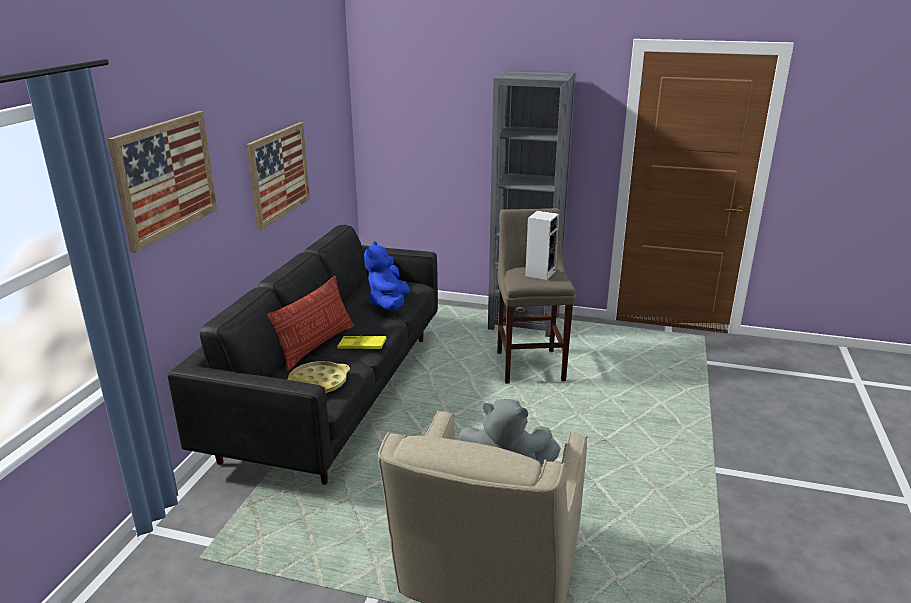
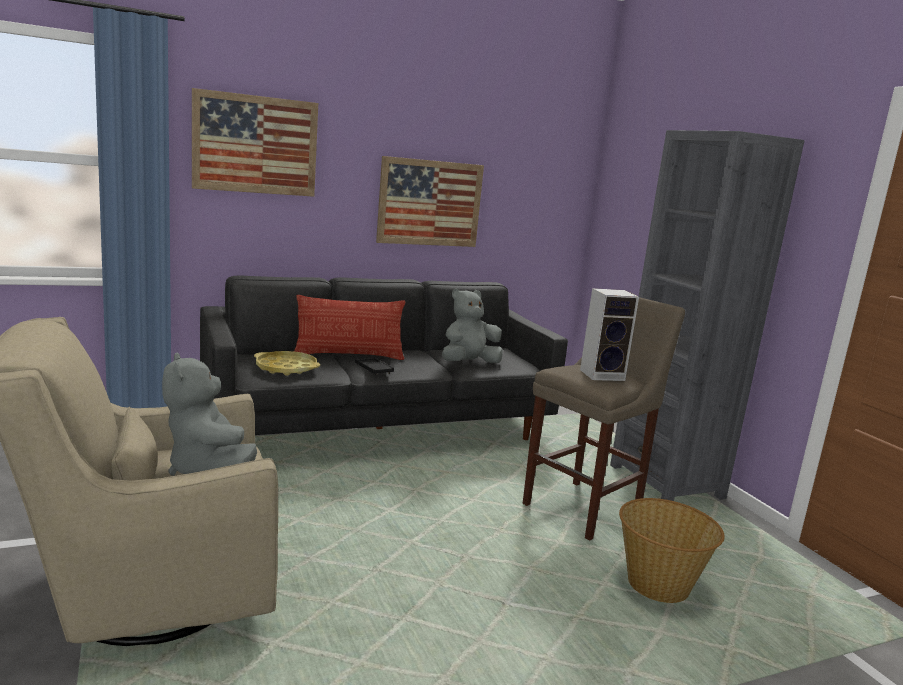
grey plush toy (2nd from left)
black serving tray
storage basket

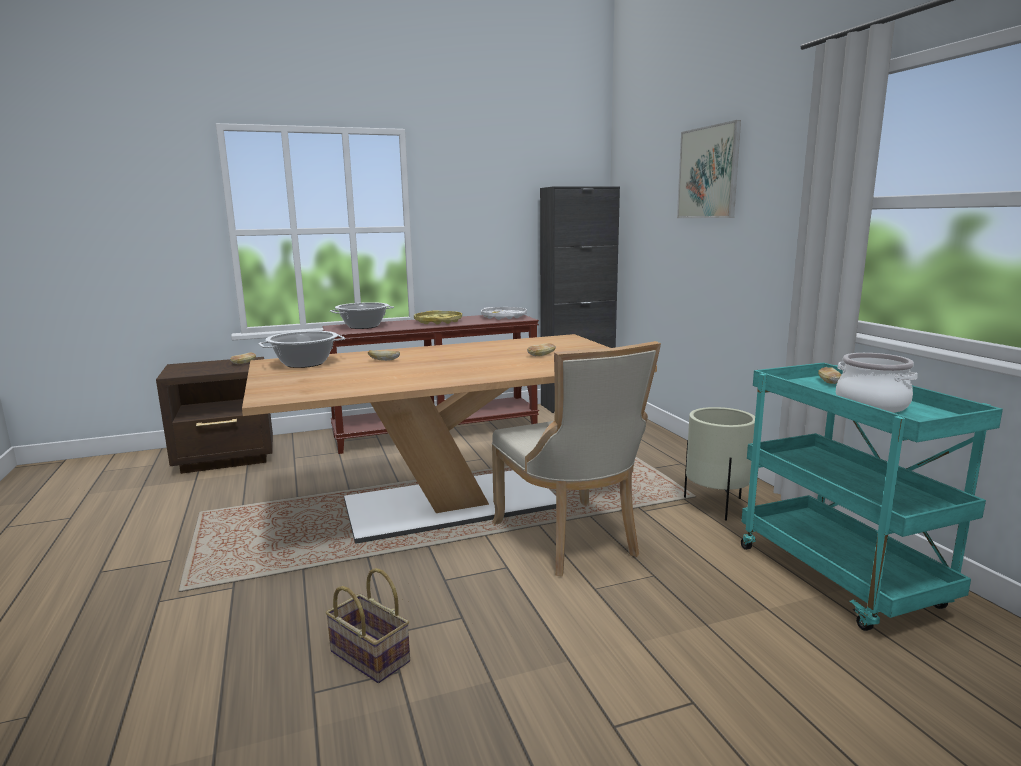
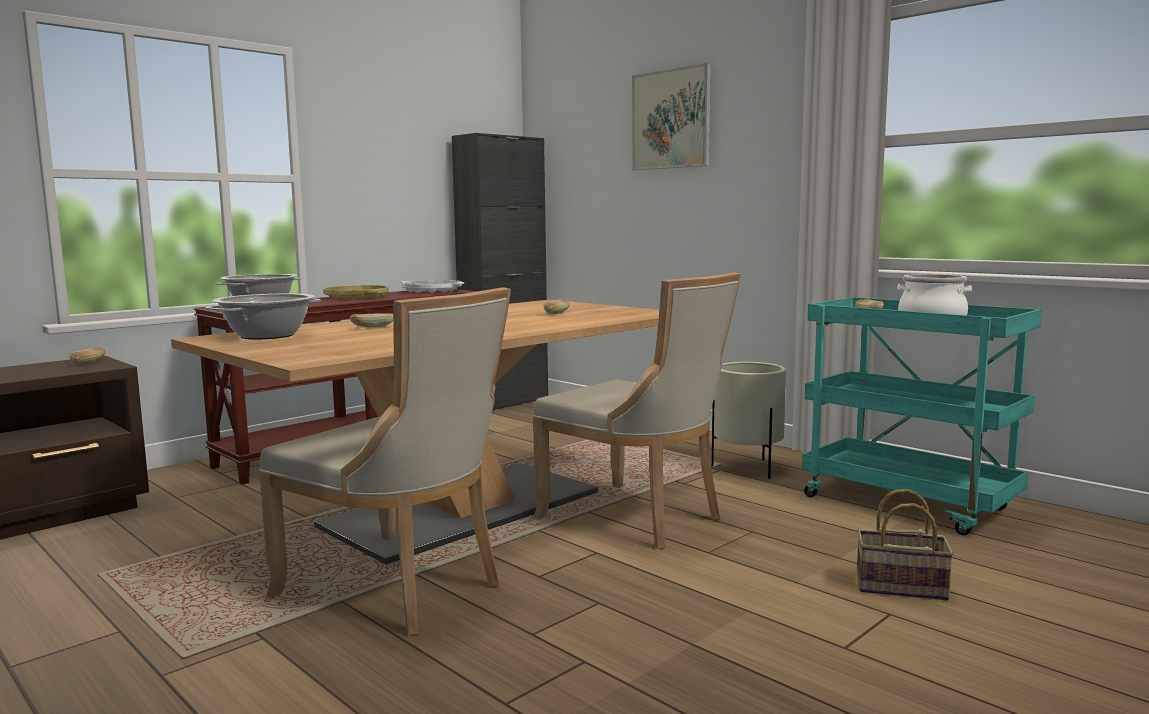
storage basket
sand-coloured plain chair (1st from left)

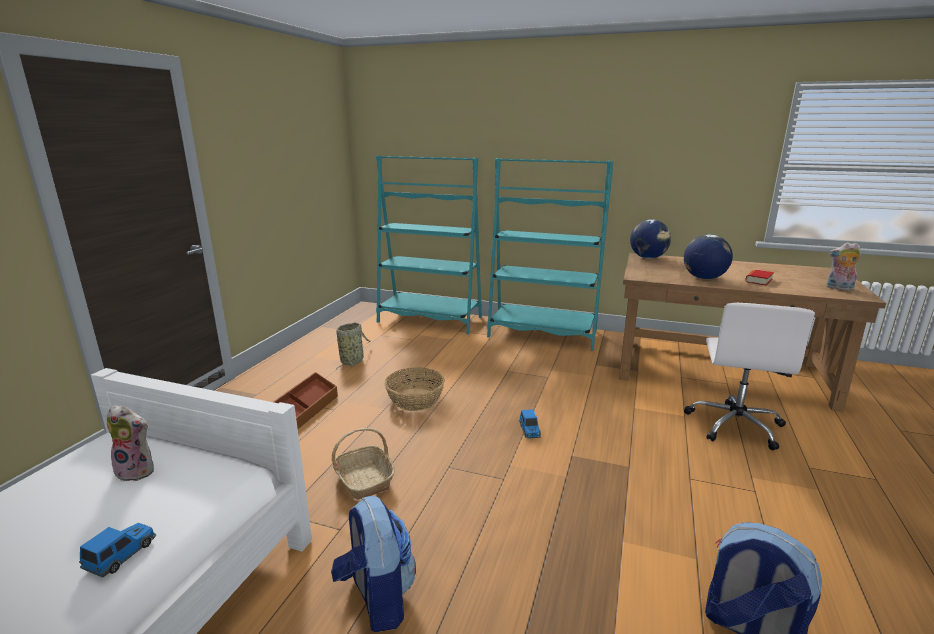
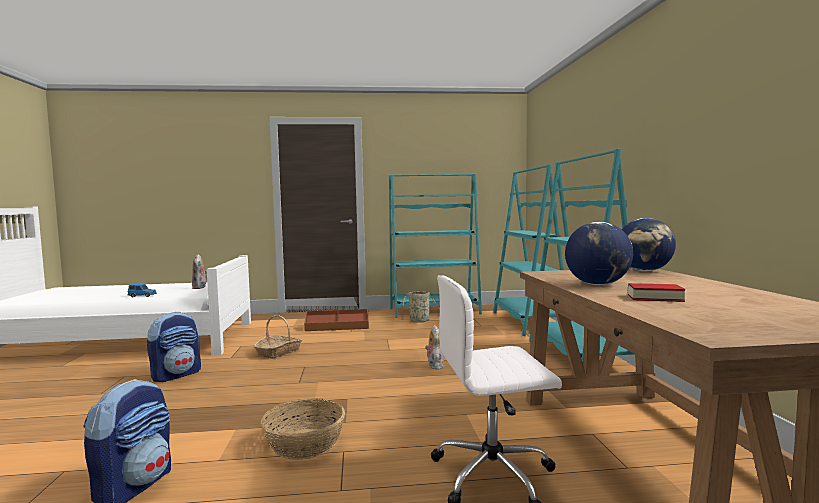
plush toy (2nd from left)
storage basket (2nd from left)
miniature car (2nd from left in the first image)
blue-green bookcase (1st from left)

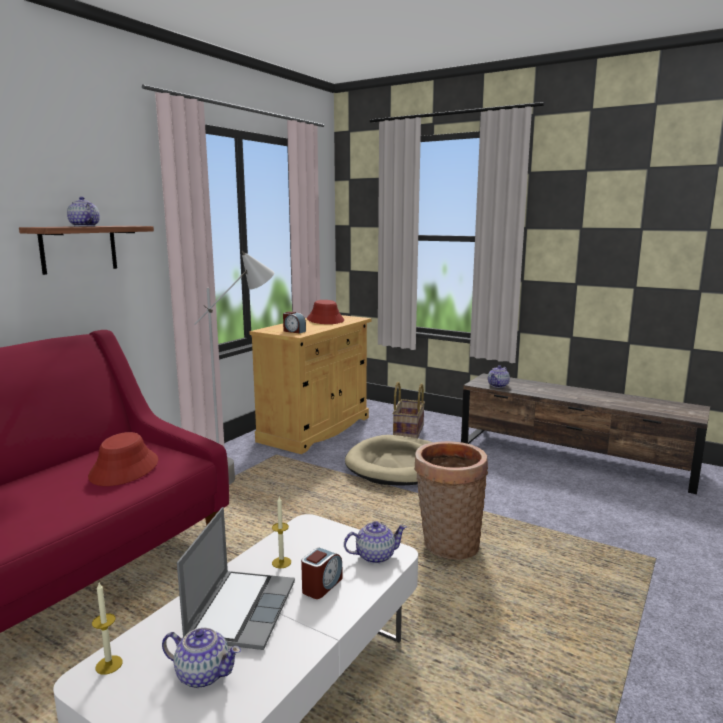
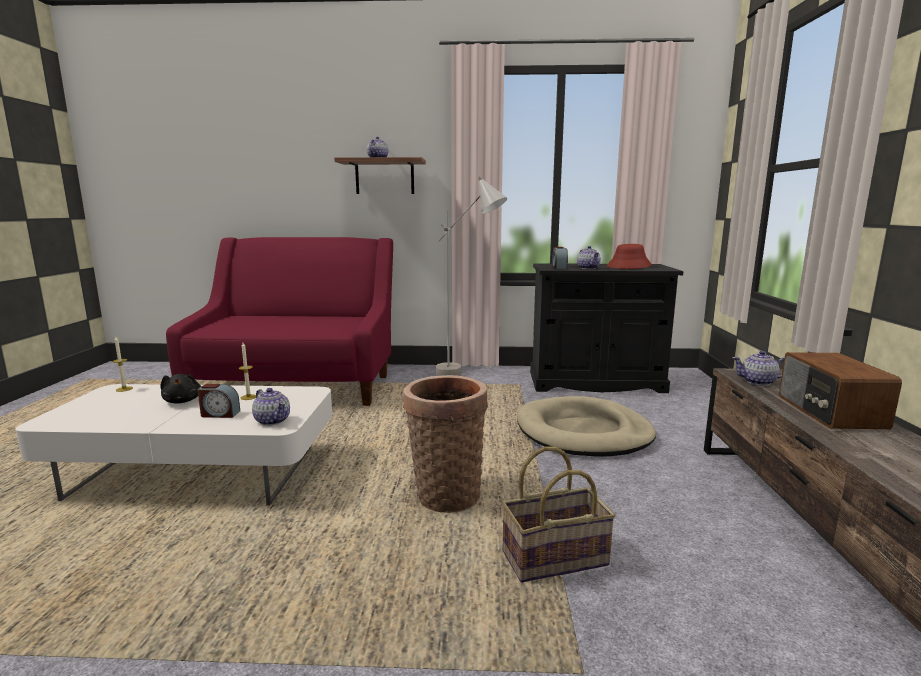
black cupboard
storage basket (2nd from left)
reddish wearable hat (1st from left in the first image)
black plush toy
teapot (3rd from left)
radio

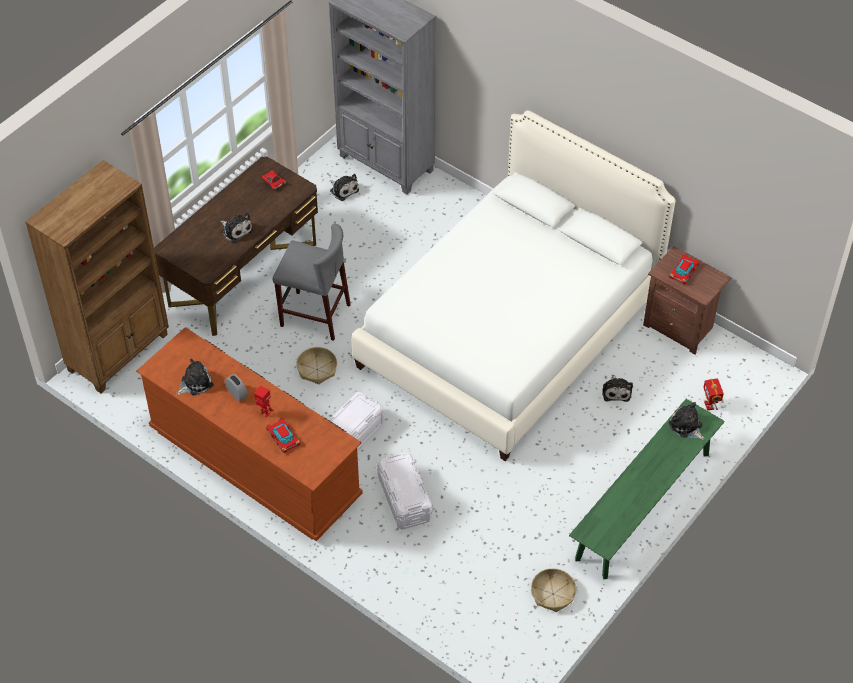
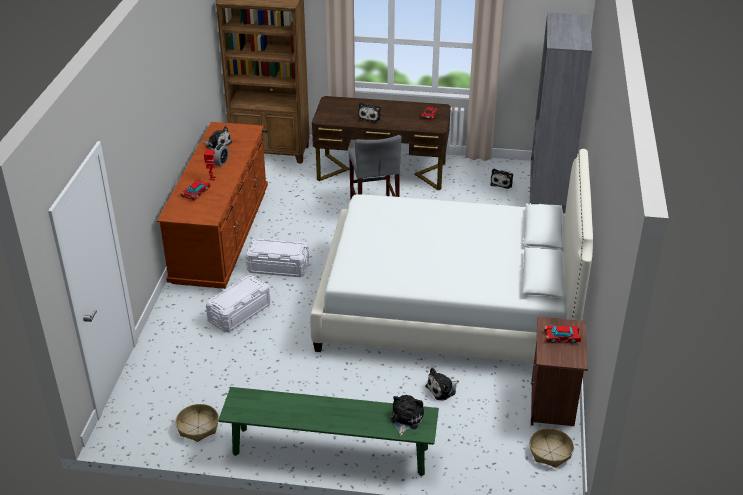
storage basket (2nd from left)
robot figure (2nd from left in the first image)

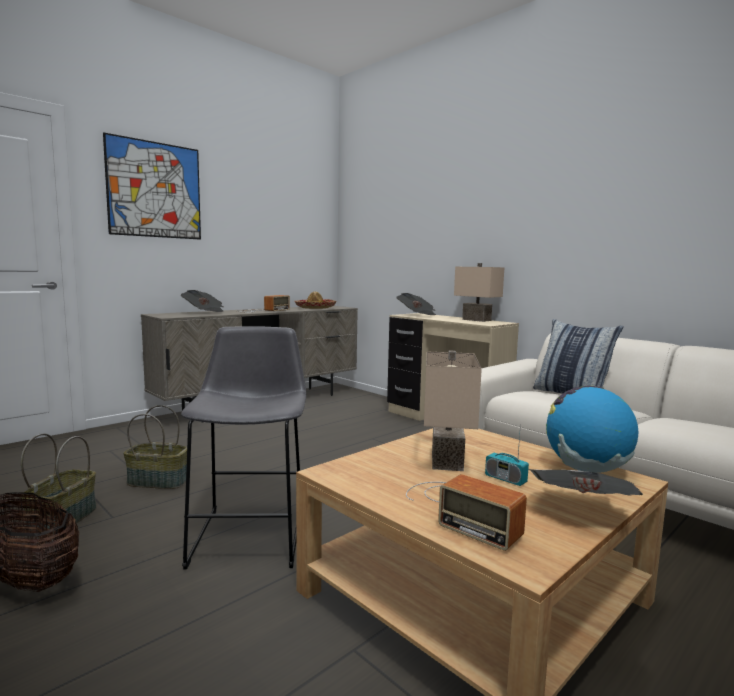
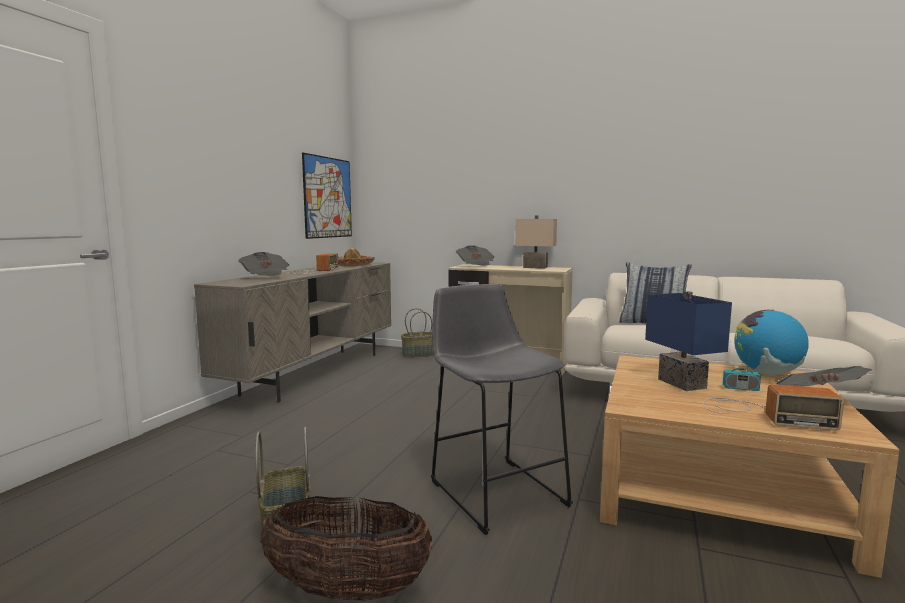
picture
blue-coloured lamp for a table
storage basket (3rd from left)

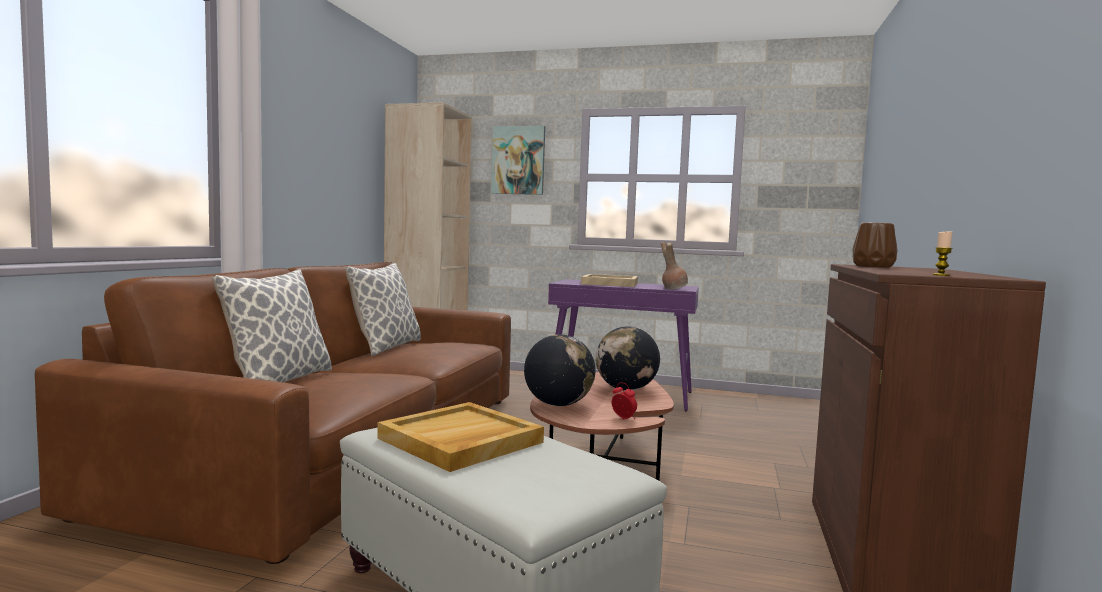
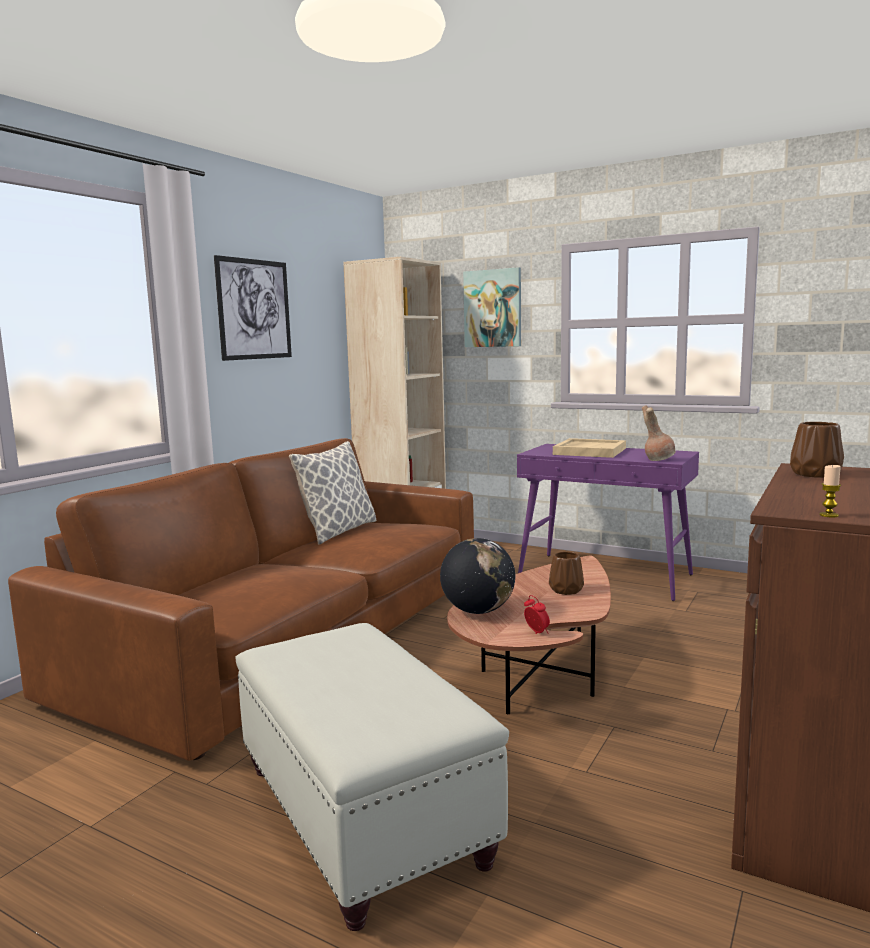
pillow (1st from left in the first image)
brownish vase (1st from left)
sand-coloured serving tray (1st from left in the first image)
picture (1st from left)

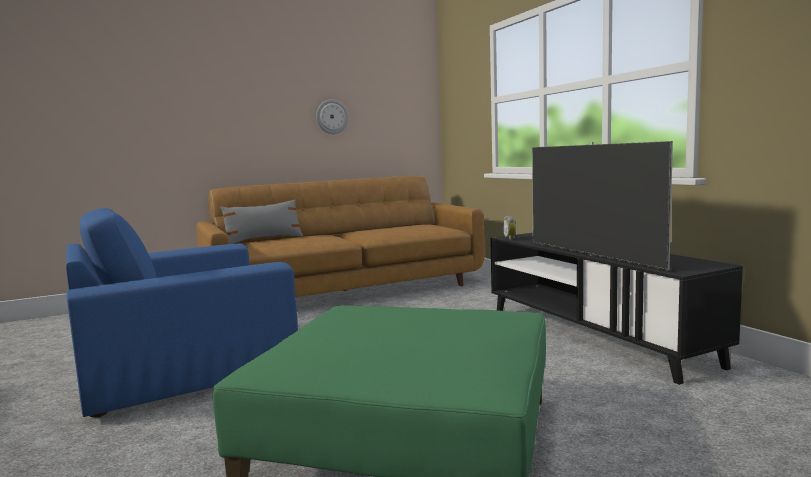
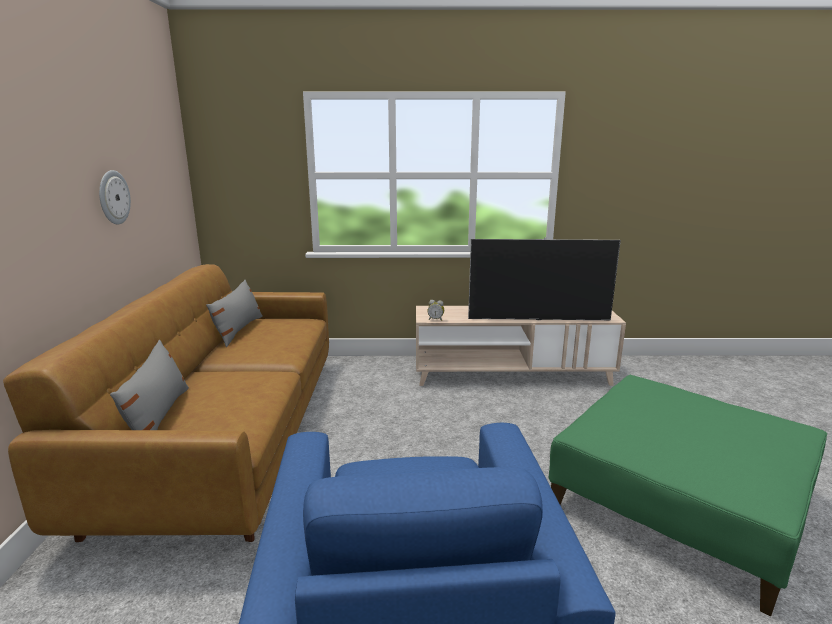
sand-coloured media console
grey pillow (2nd from left)

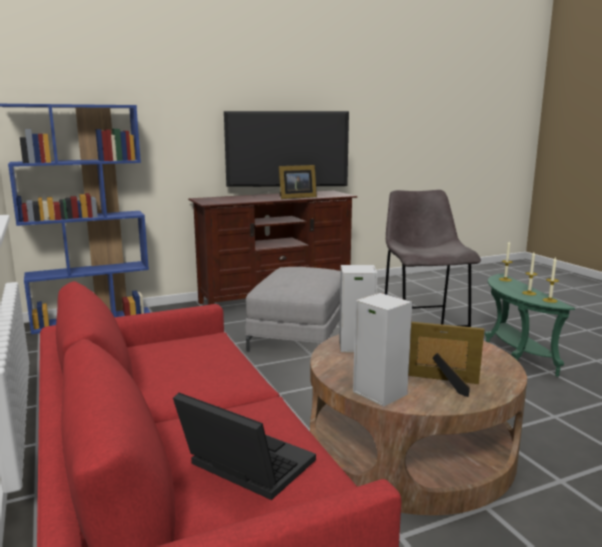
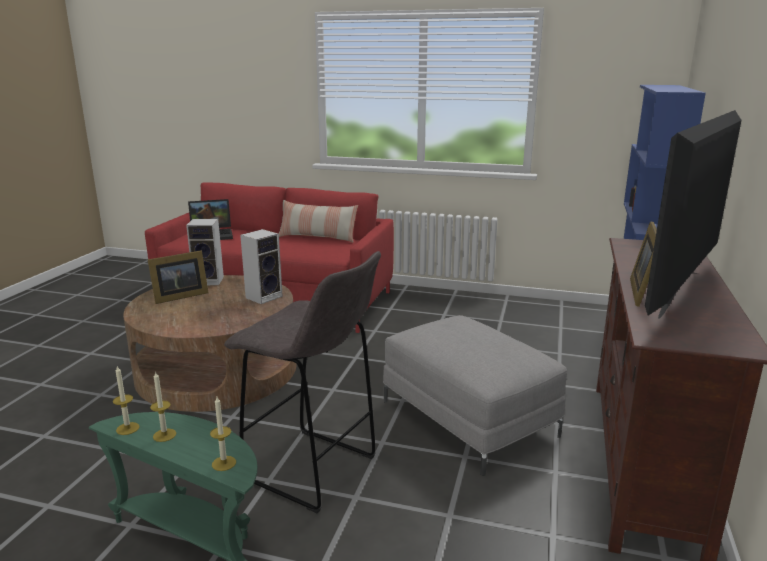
pillow

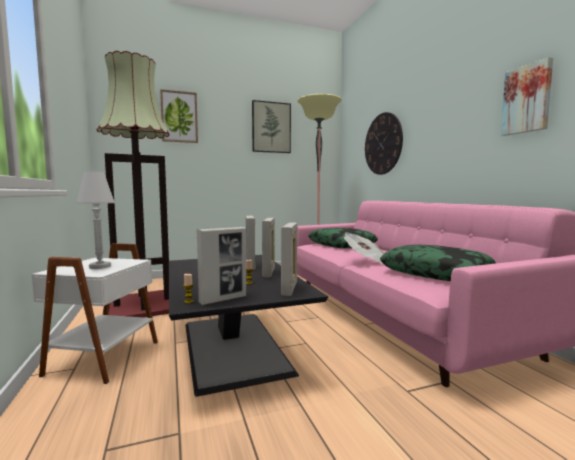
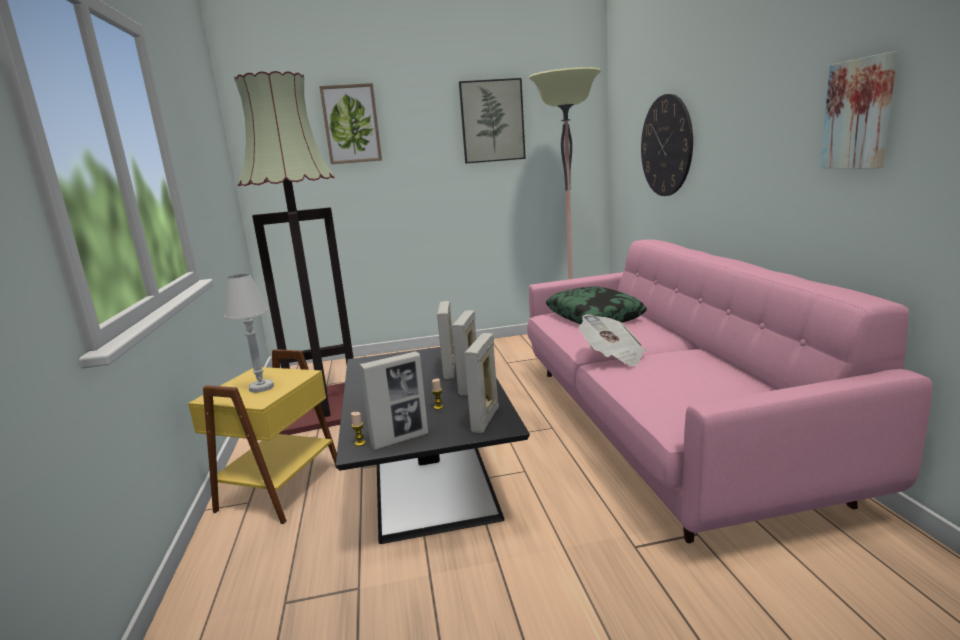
yellowish end table
pillow (2nd from left in the first image)

